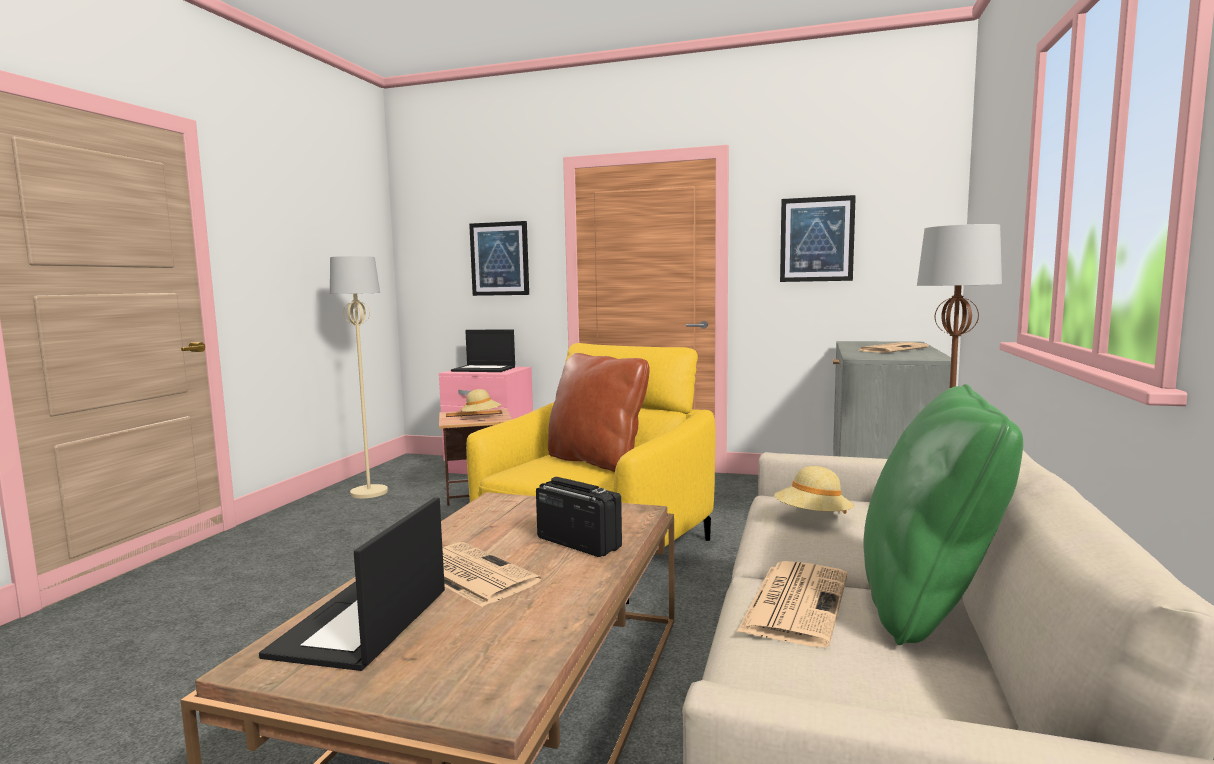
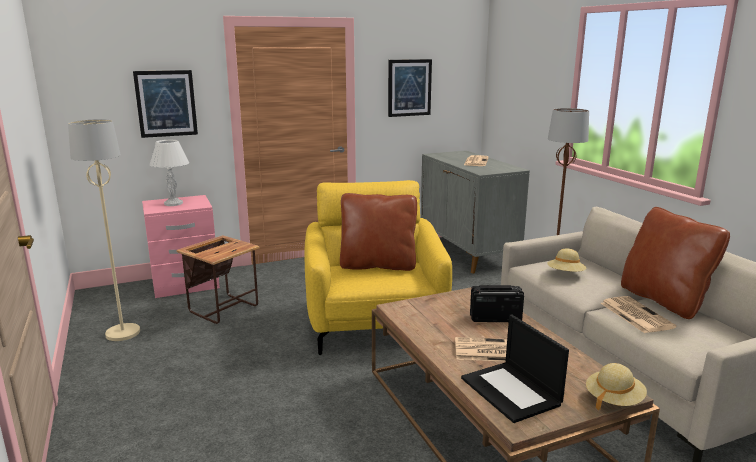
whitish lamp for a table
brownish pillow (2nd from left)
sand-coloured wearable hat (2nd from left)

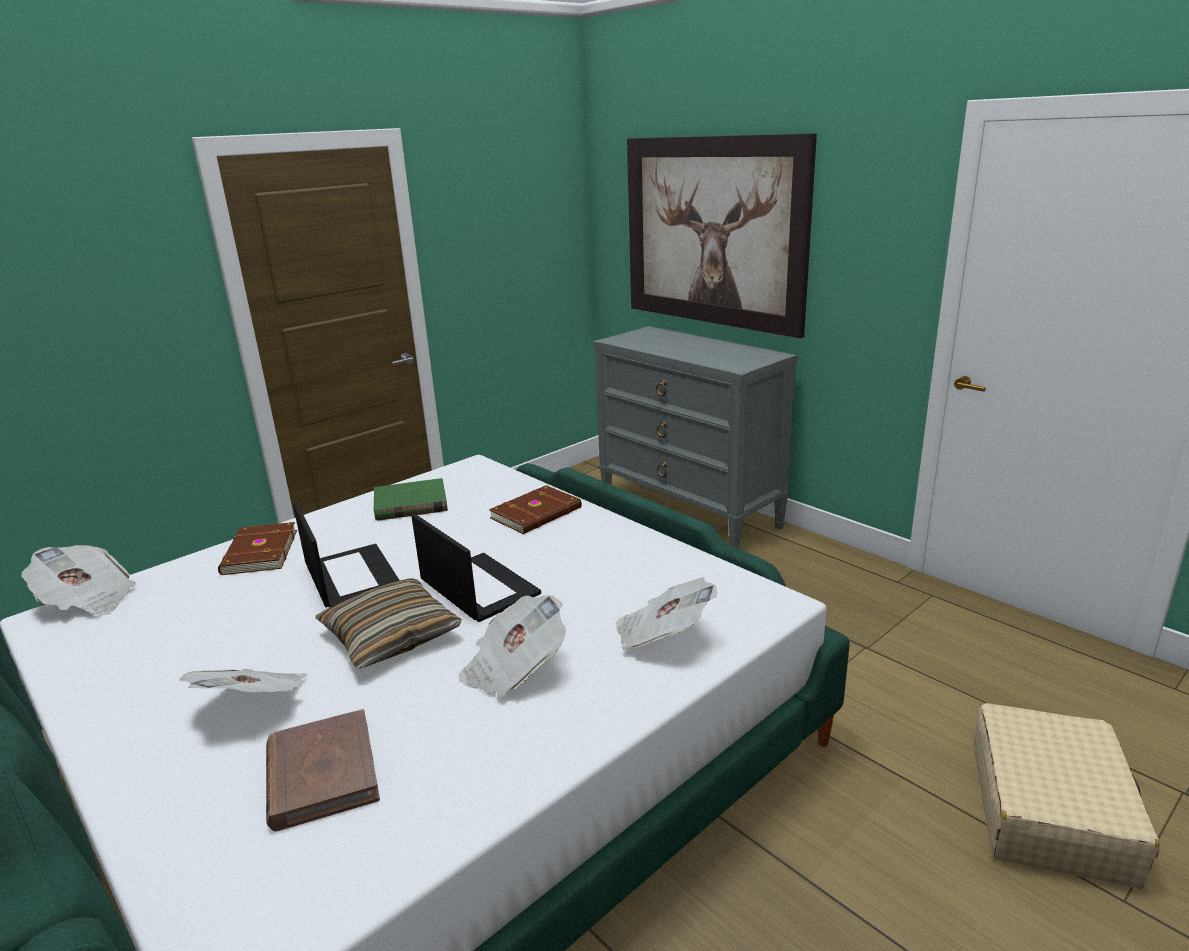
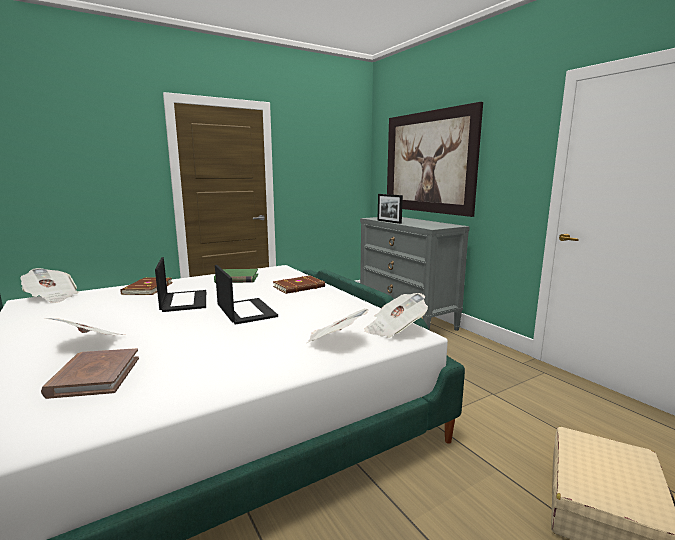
pillow
daily paper (4th from left)
picture frame

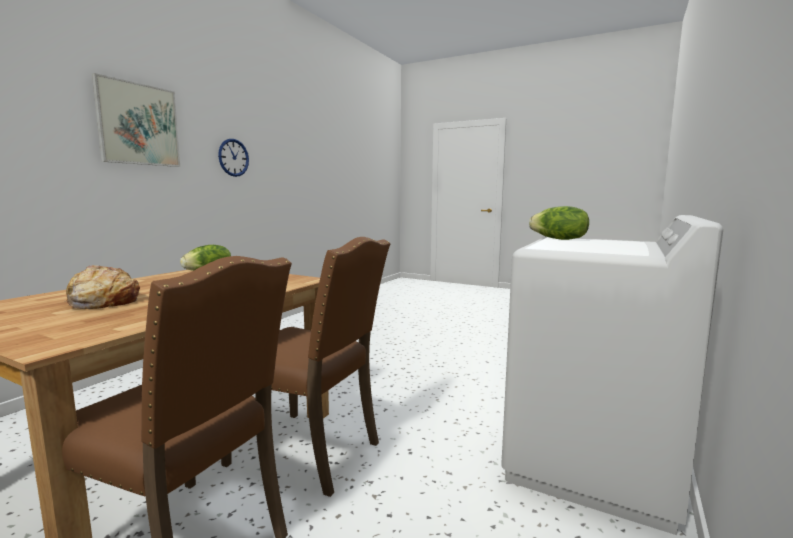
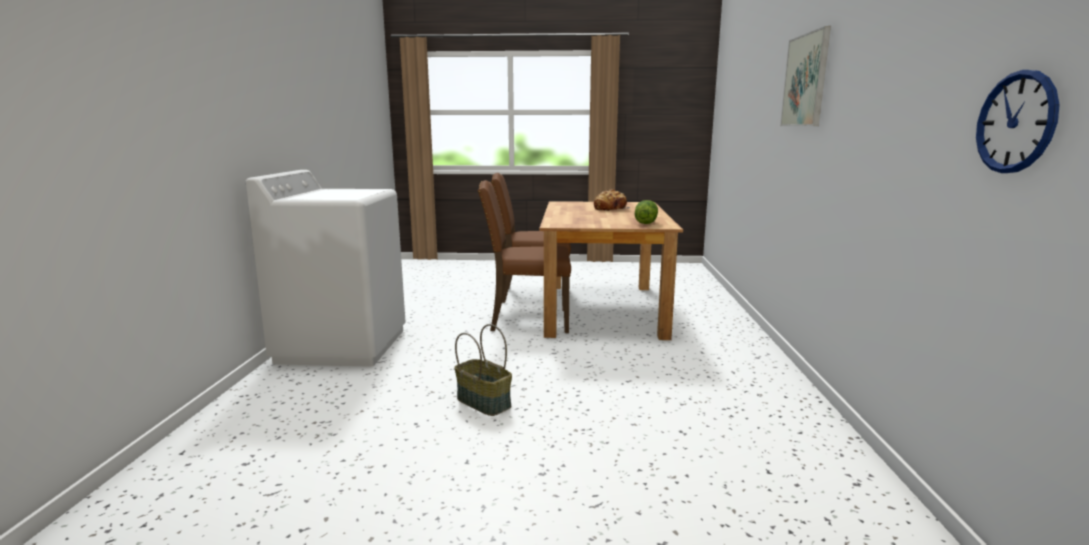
clock on the wall
lettuce (2nd from left in the first image)
storage basket

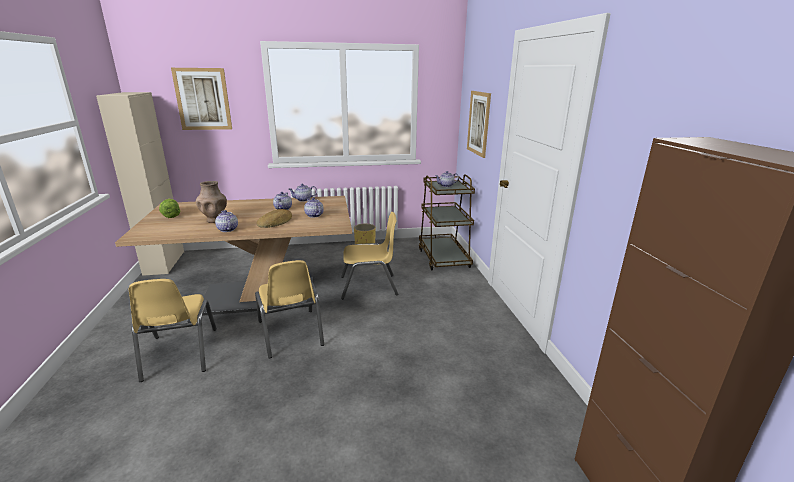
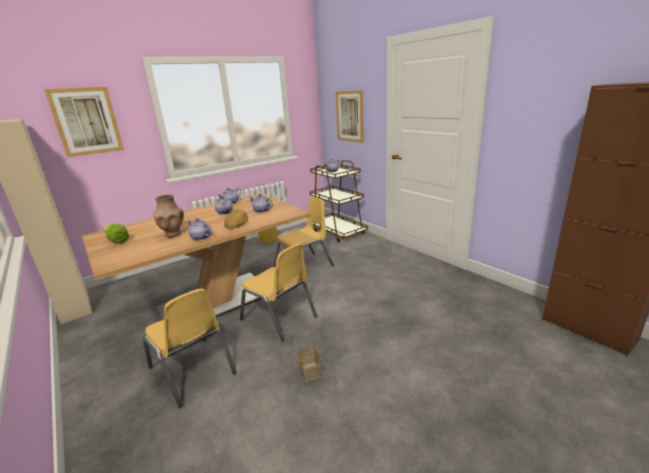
storage basket

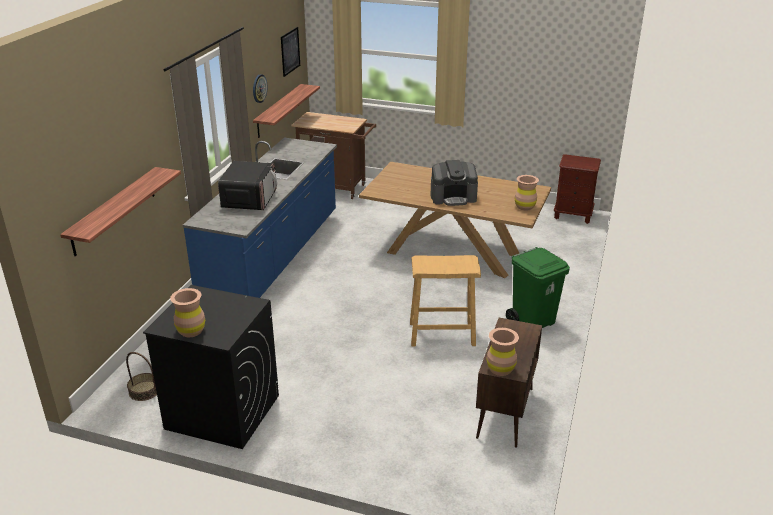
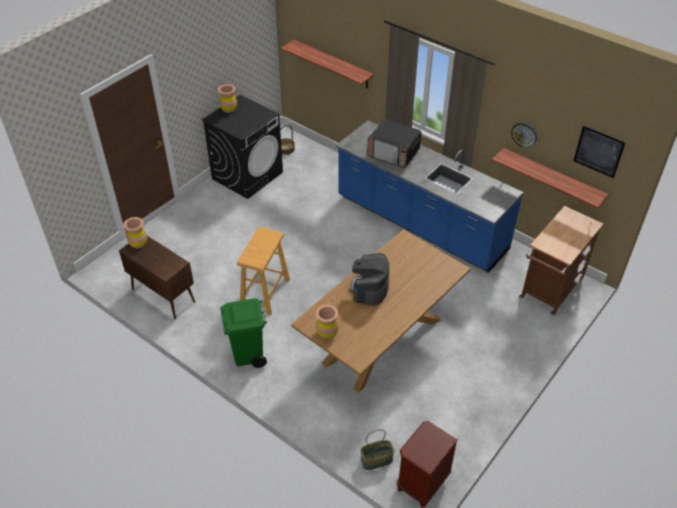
storage basket (2nd from left)

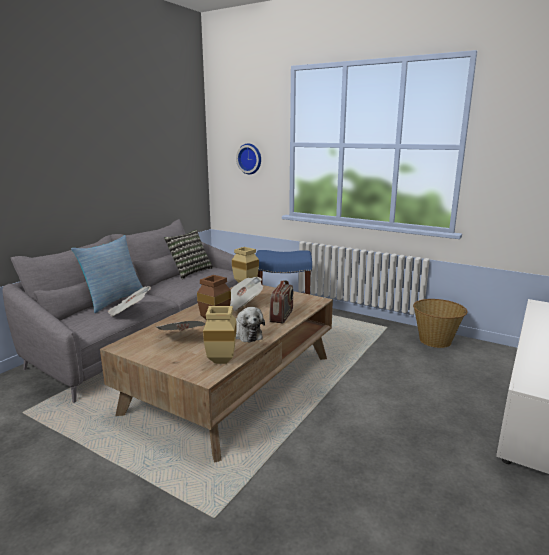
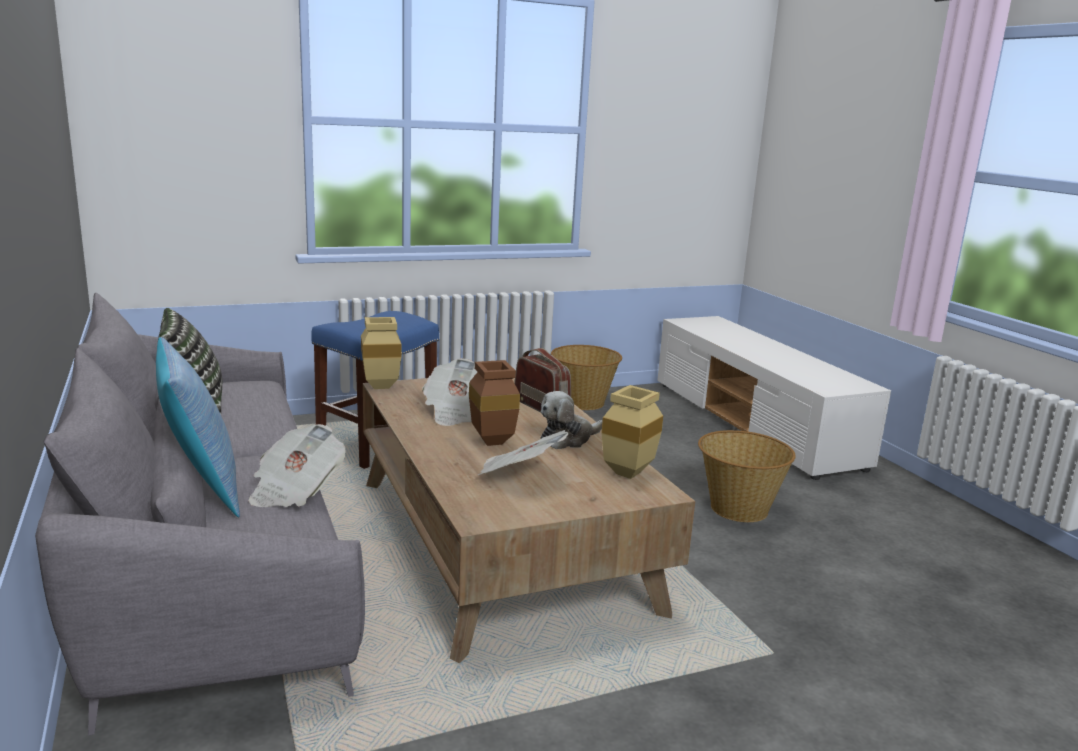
clock on the wall
plush toy
storage basket (2nd from left)

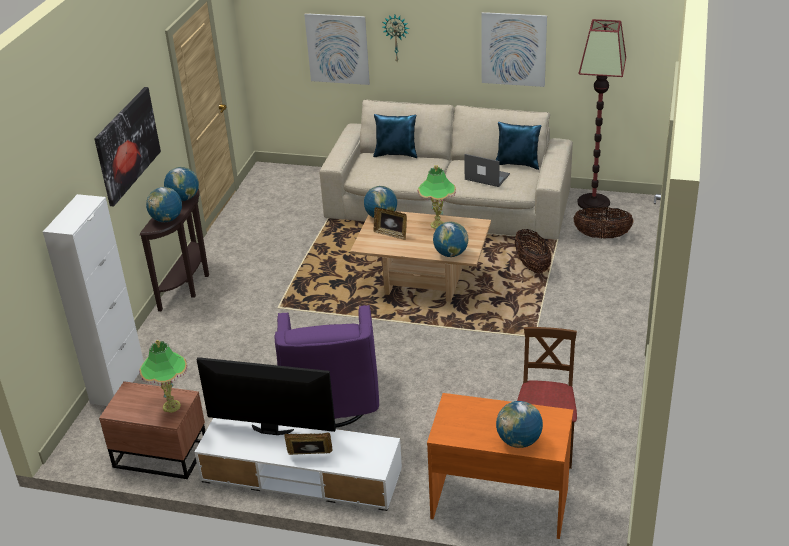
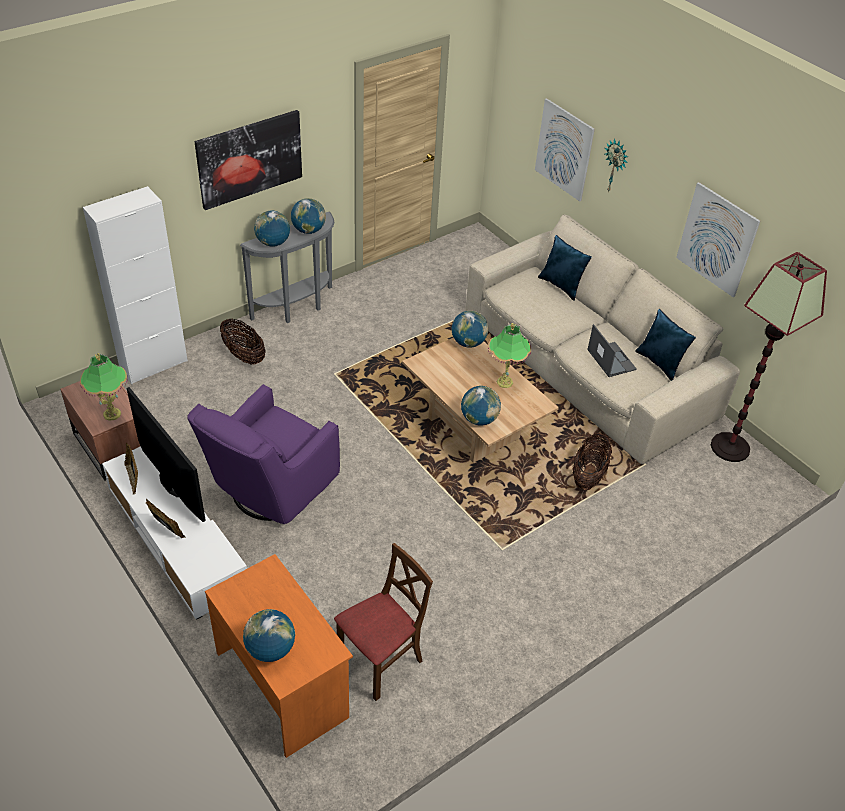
grey hall table
picture frame (1st from left)
storage basket (1st from left)

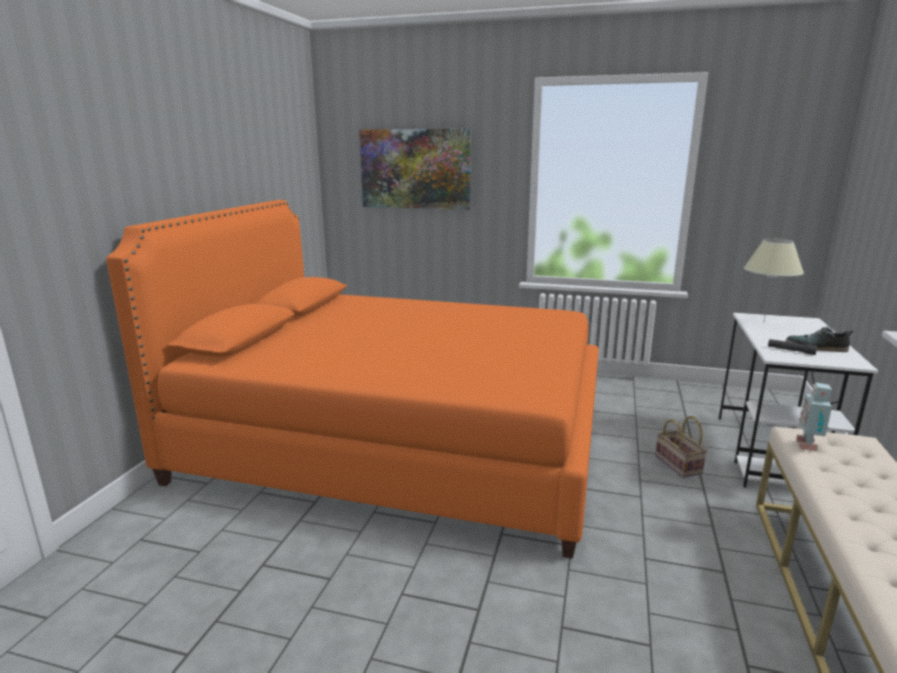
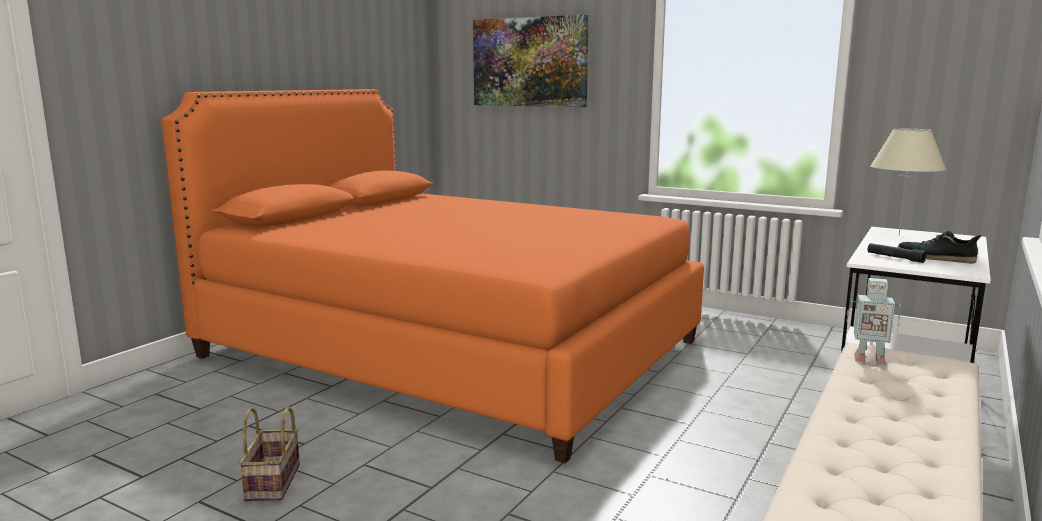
robot figure
storage basket

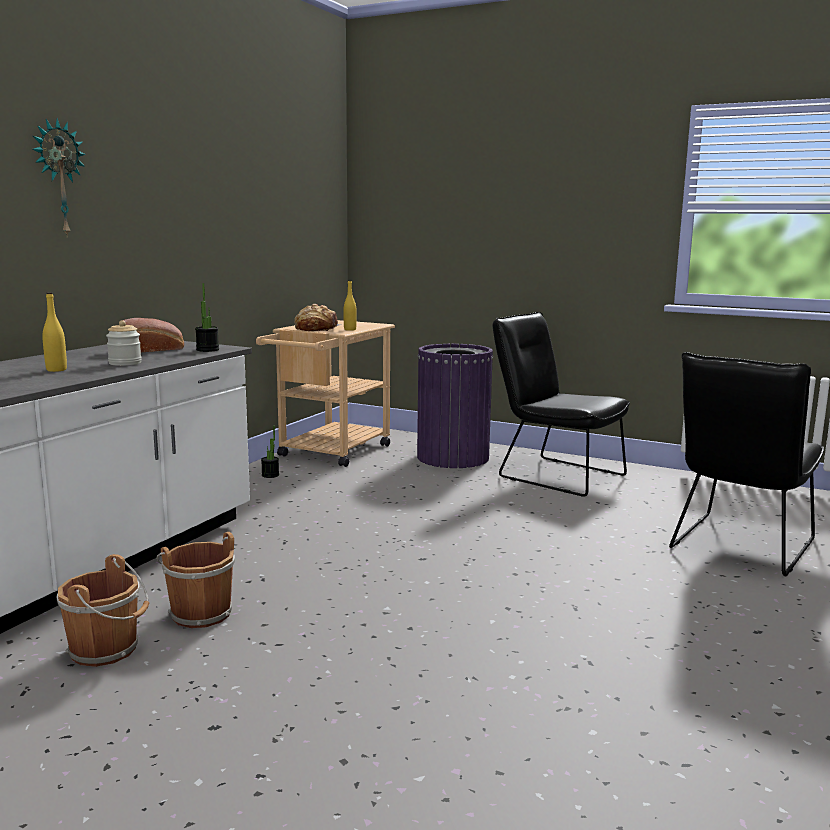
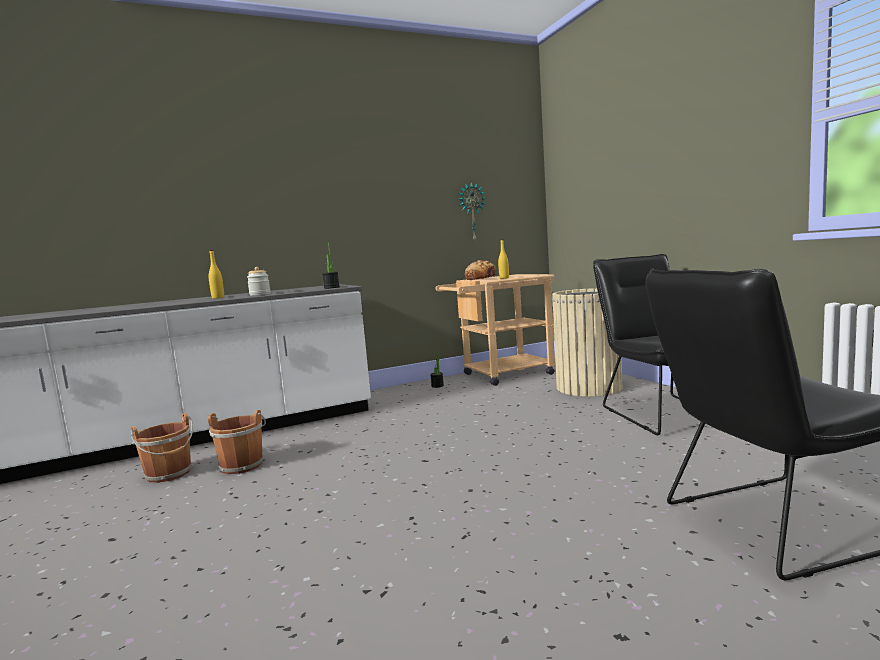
clock on the wall
baked bread (1st from left in the first image)
sand-coloured rubbish bin

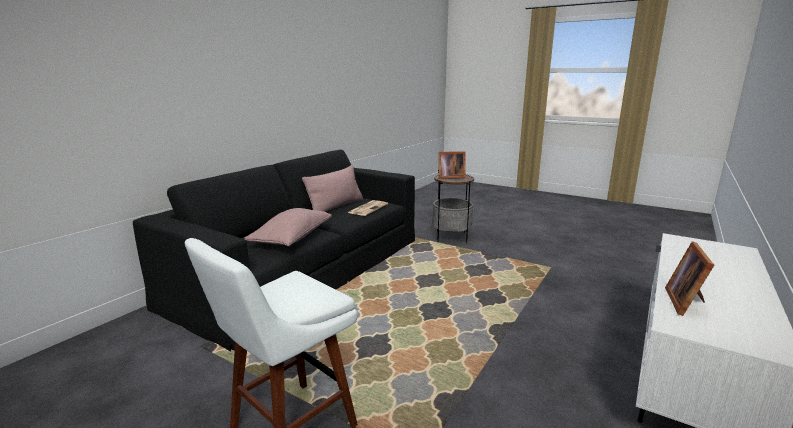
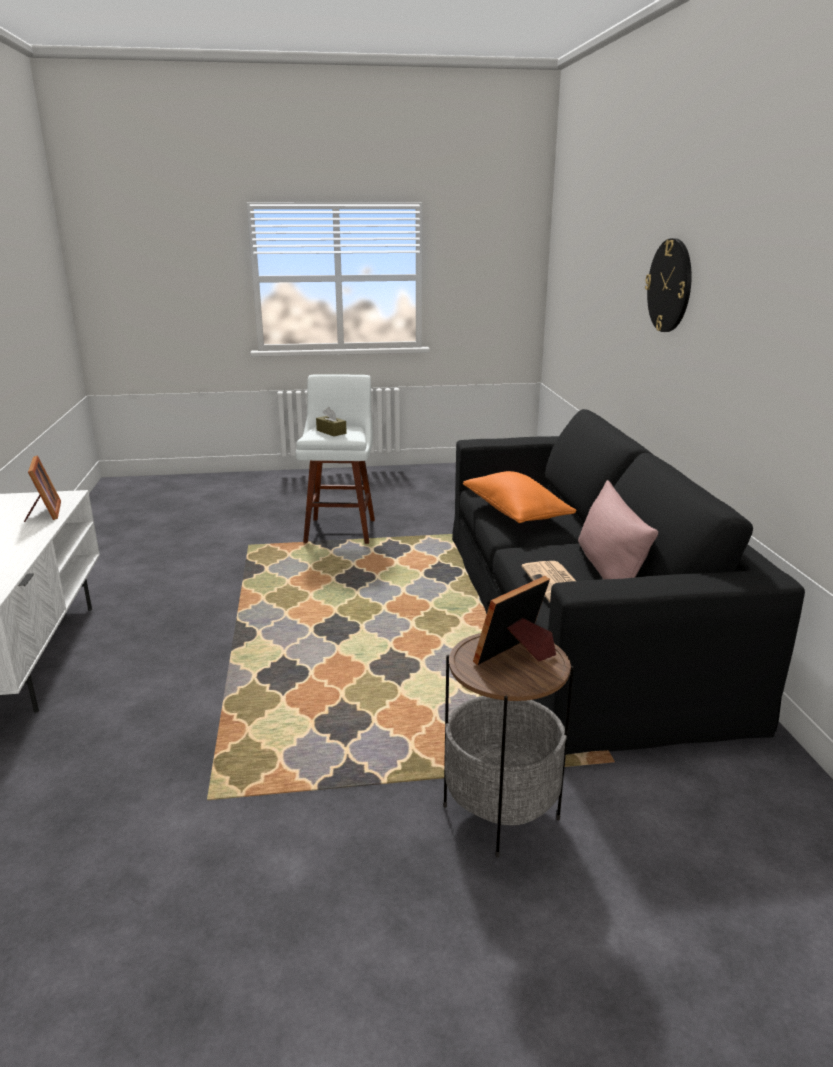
orange pillow
clock on the wall
brownish tissue holder

